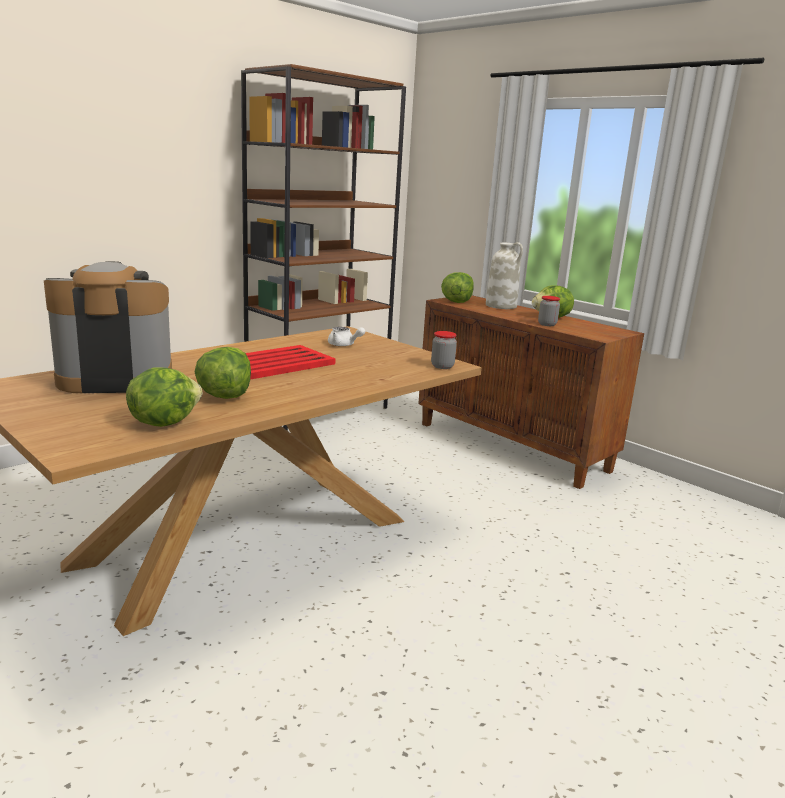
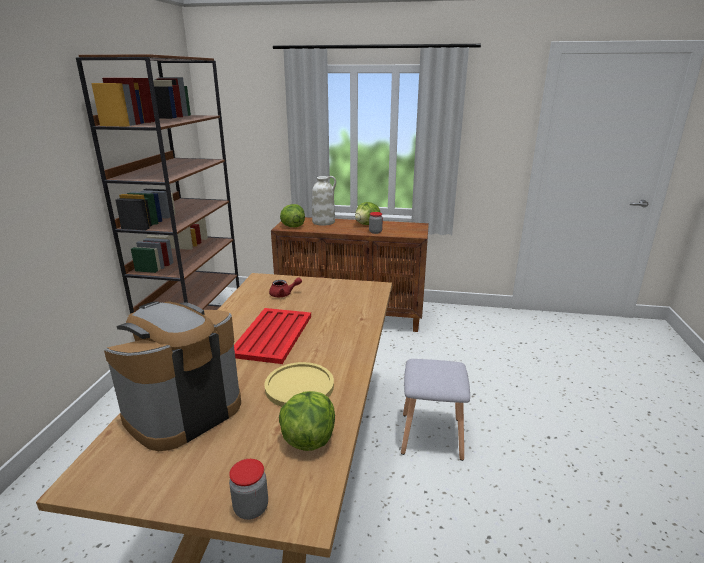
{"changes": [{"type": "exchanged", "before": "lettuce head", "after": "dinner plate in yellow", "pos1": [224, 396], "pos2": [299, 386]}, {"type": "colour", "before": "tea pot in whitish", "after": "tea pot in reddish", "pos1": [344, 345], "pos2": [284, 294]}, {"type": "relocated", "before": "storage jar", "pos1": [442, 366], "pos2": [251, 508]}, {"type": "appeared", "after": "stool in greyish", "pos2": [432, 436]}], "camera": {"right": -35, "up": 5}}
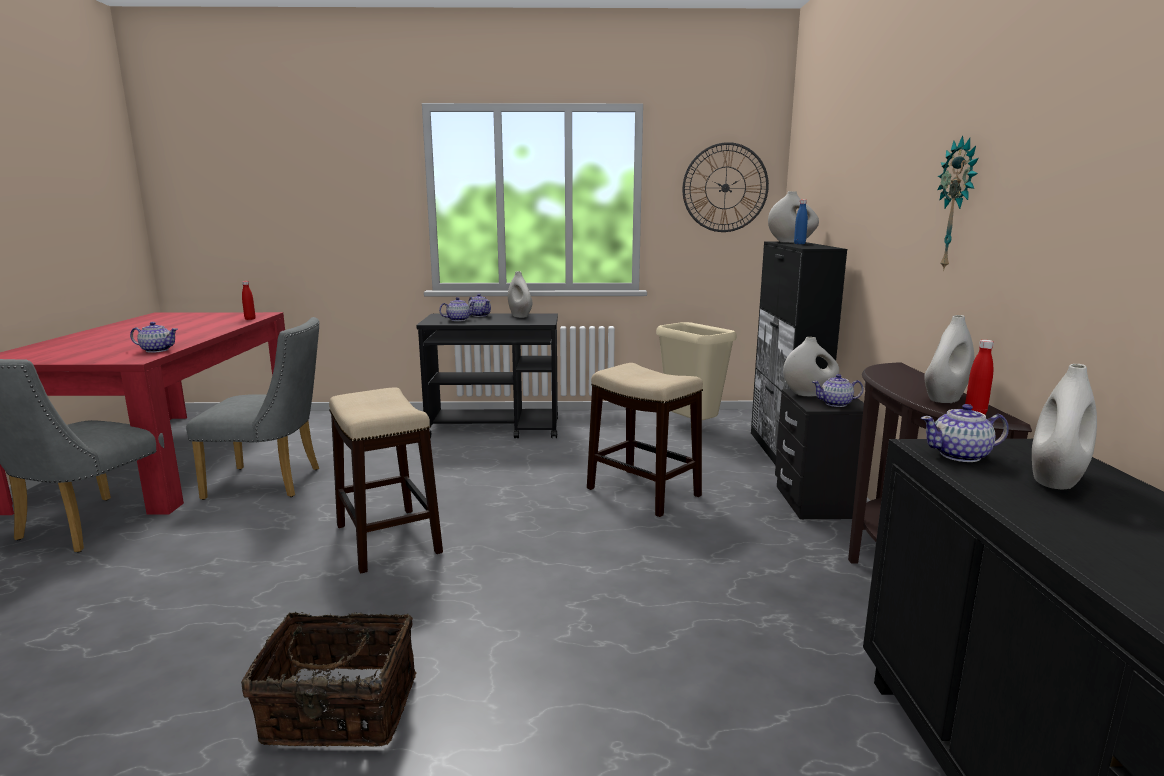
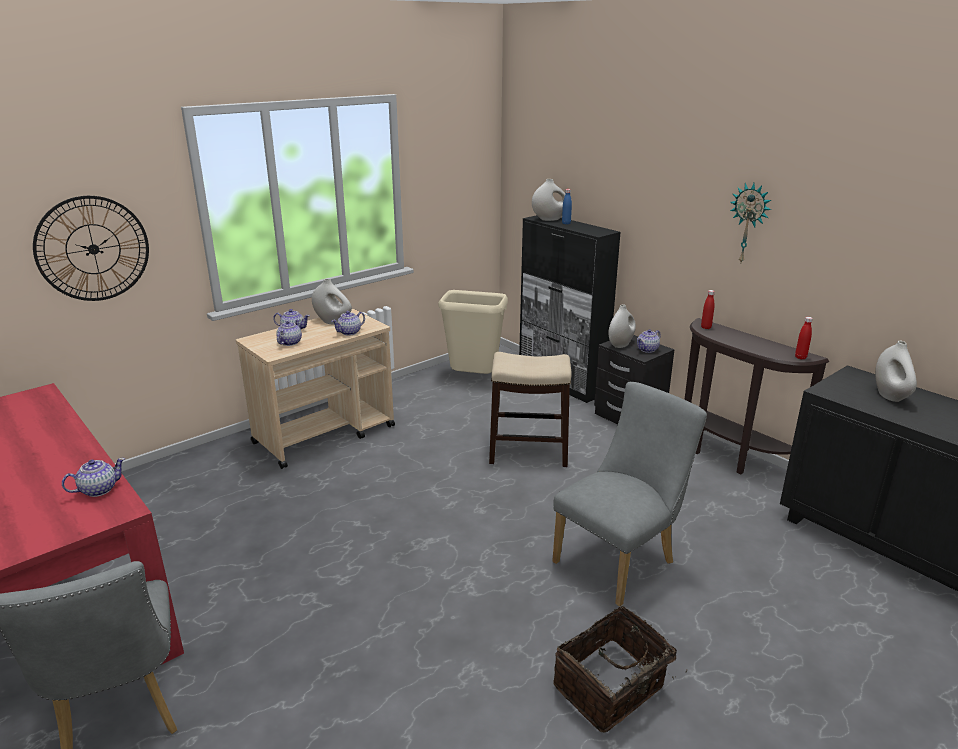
{"changes": [{"type": "relocated", "before": "upright chair in greyish", "pos1": [272, 483], "pos2": [620, 559]}, {"type": "relocated", "before": "bottle in reddish", "pos1": [250, 319], "pos2": [706, 327]}, {"type": "missing", "before": "stool", "pos1": [388, 539]}, {"type": "colour", "before": "wheeled cart in black-coloured", "after": "wheeled cart in beige-coloured", "pos1": [495, 428], "pos2": [325, 434]}, {"type": "relocated", "before": "clock on the wall", "pos1": [725, 188], "pos2": [93, 249]}, {"type": "relocated", "before": "tea pot", "pos1": [961, 455], "pos2": [350, 332]}, {"type": "missing", "before": "flower vase in whitish", "pos1": [945, 399]}], "camera": {"right": -40, "up": 10}}
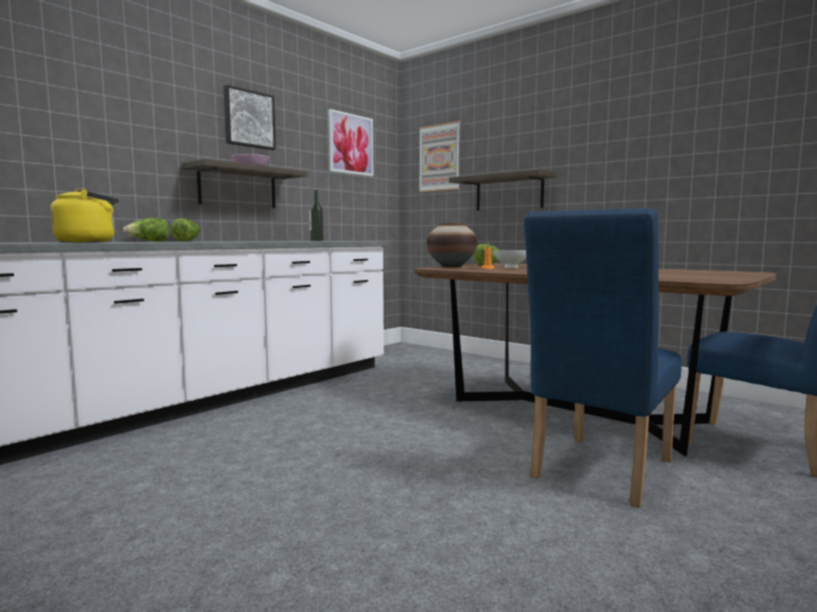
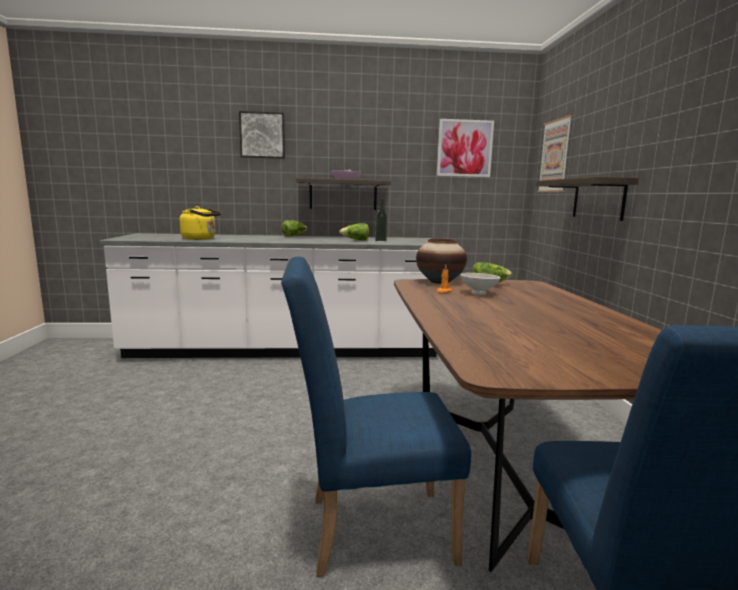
{"changes": [{"type": "relocated", "before": "lettuce head", "pos1": [149, 241], "pos2": [355, 240]}, {"type": "relocated", "before": "wall picture", "pos1": [248, 119], "pos2": [262, 135]}], "camera": {"right": 45, "up": 5}}
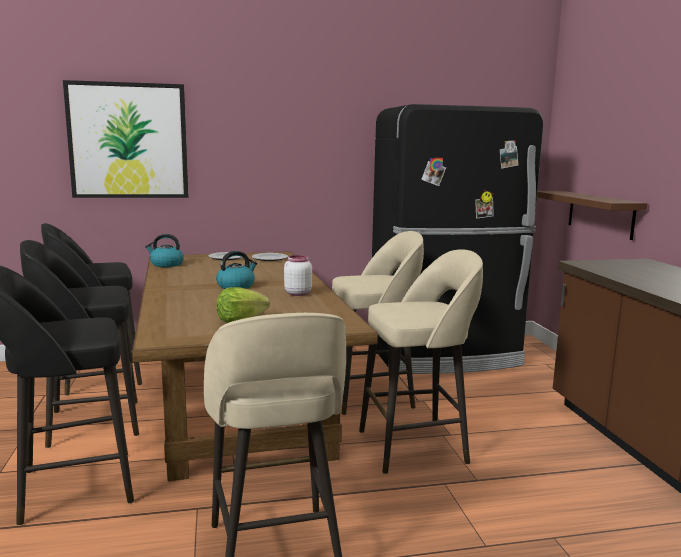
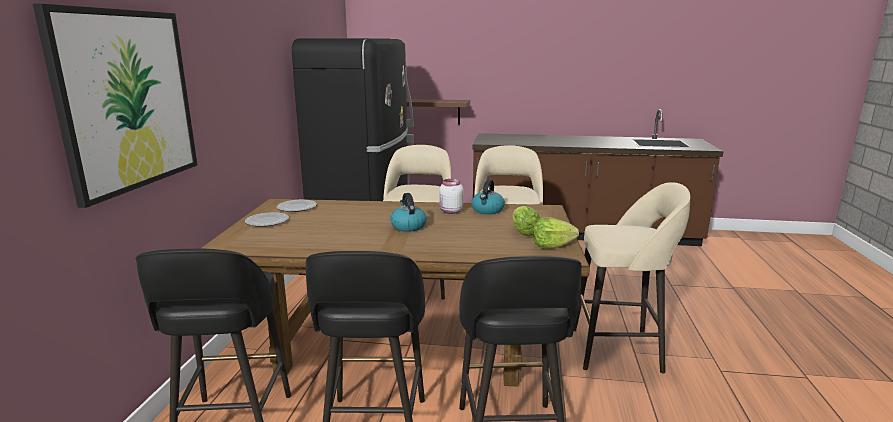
{"changes": [{"type": "relocated", "before": "kettle", "pos1": [166, 264], "pos2": [487, 210]}, {"type": "appeared", "after": "lettuce head", "pos2": [552, 246]}], "camera": {"right": -70, "up": 5}}
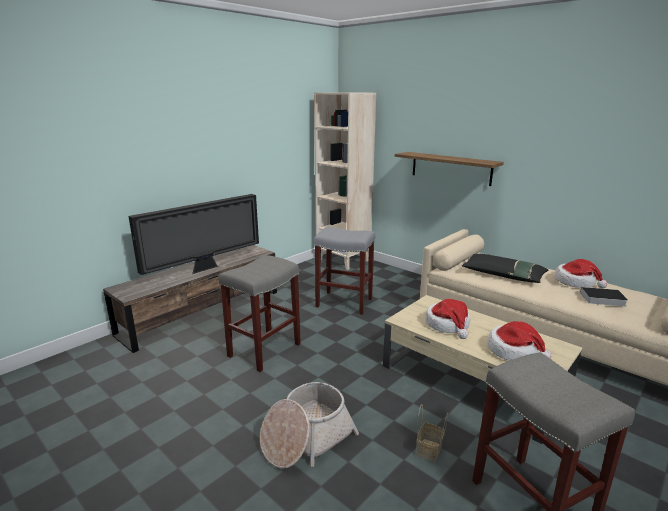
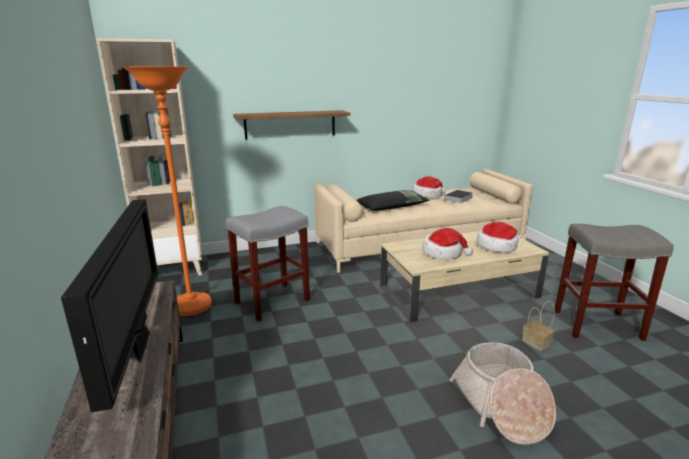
{"changes": [{"type": "missing", "before": "stool in greyish", "pos1": [265, 349]}, {"type": "appeared", "after": "floor lamp in orange-coloured", "pos2": [191, 306]}], "camera": {"right": -60, "up": 0}}
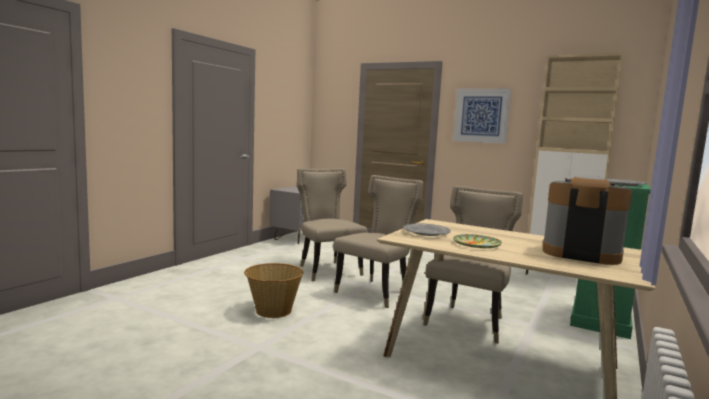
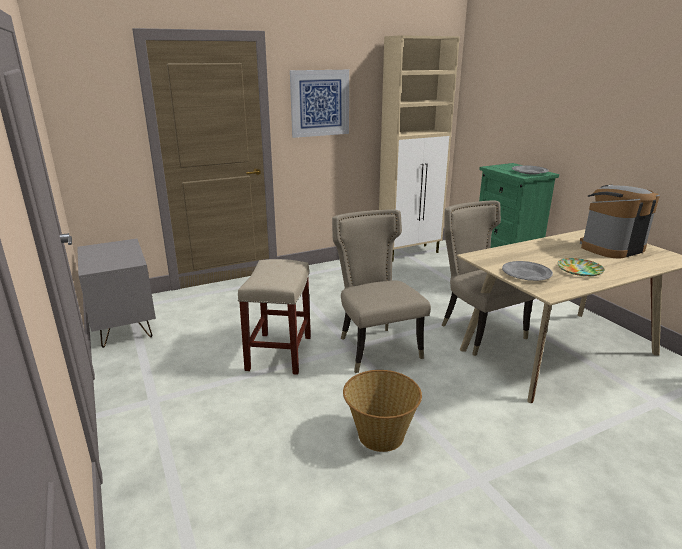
{"changes": [{"type": "exchanged", "before": "upright chair in beige-coloured", "after": "stool in beige-coloured", "pos1": [327, 270], "pos2": [279, 352]}], "camera": {"right": -55, "up": 15}}
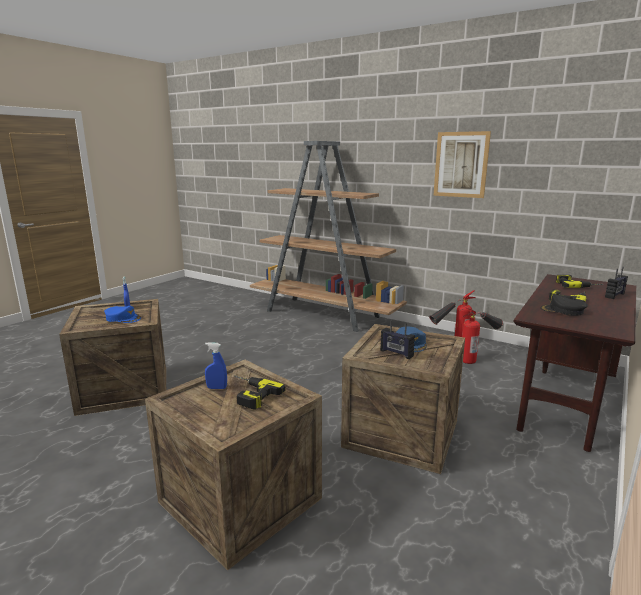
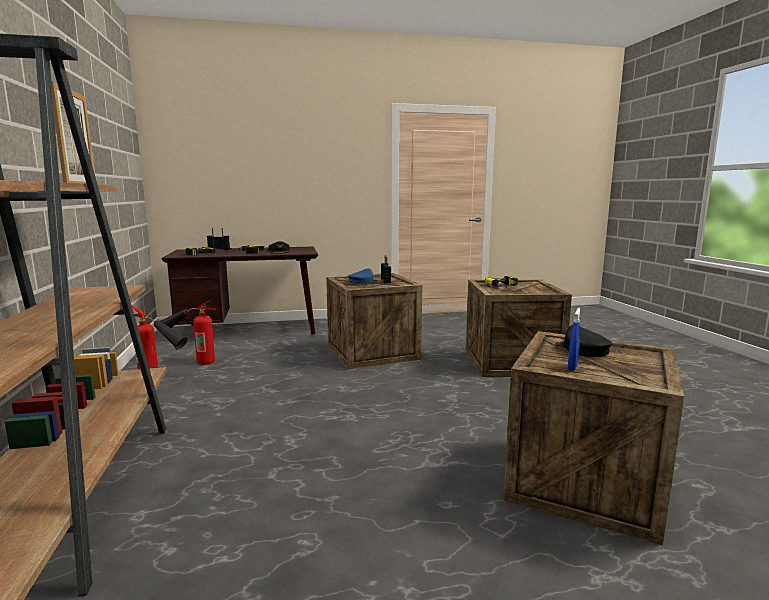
{"changes": [{"type": "colour", "before": "baseball cap in blue", "after": "baseball cap in black-coloured", "pos1": [123, 318], "pos2": [582, 349]}, {"type": "missing", "before": "sprayer in blue", "pos1": [217, 388]}], "camera": {"right": -135, "up": -5}}
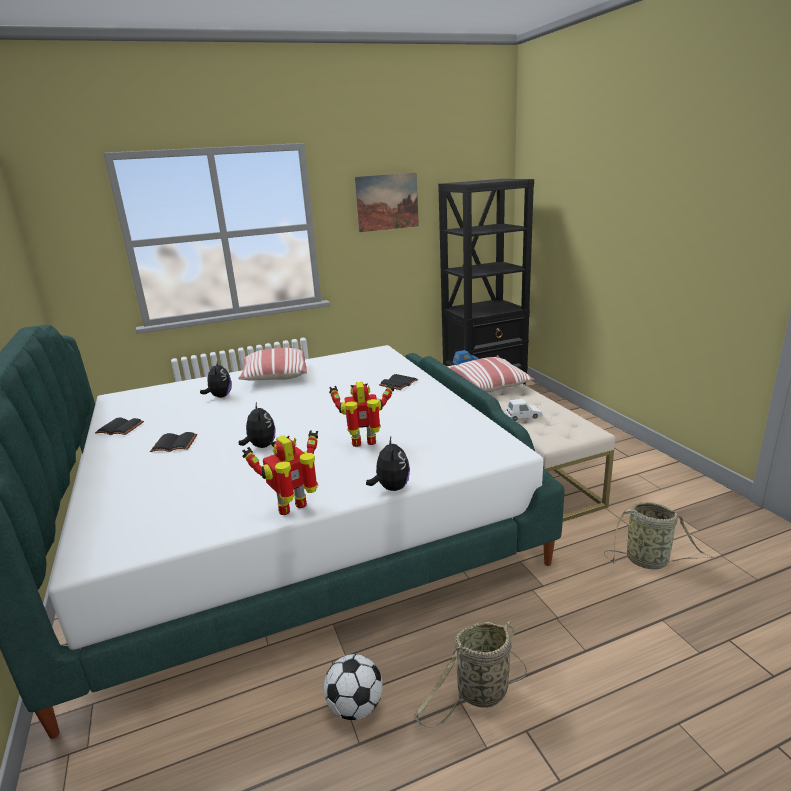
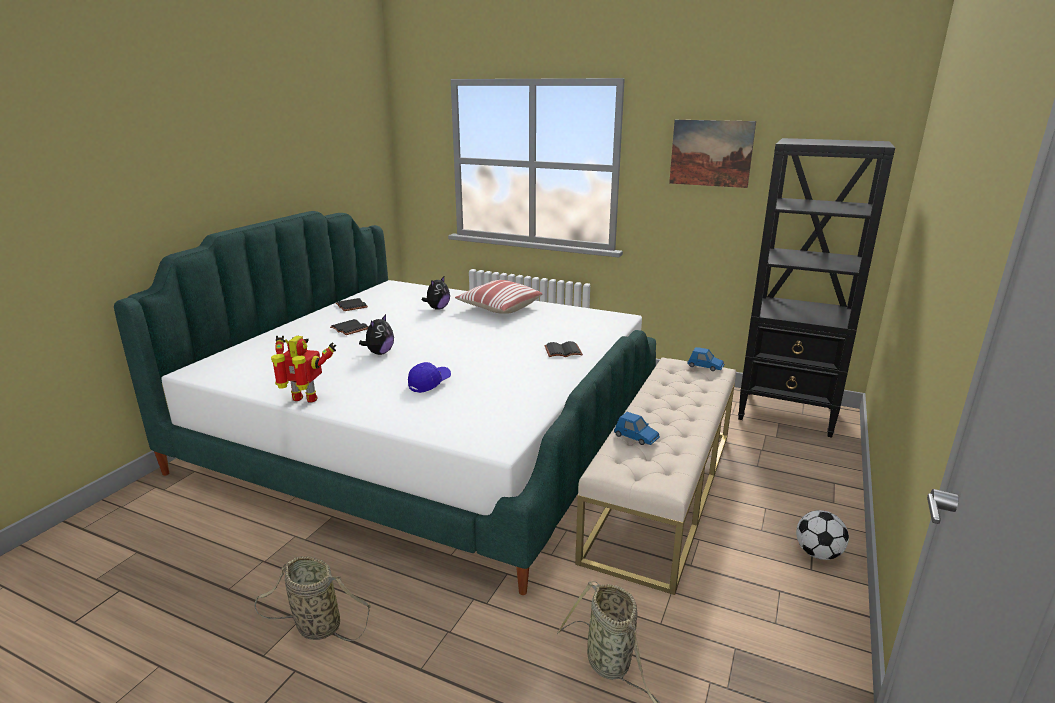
{"changes": [{"type": "relocated", "before": "ball for football", "pos1": [355, 707], "pos2": [817, 553]}, {"type": "exchanged", "before": "robot figure", "after": "baseball cap in blue", "pos1": [365, 444], "pos2": [429, 384]}, {"type": "missing", "before": "soft toy", "pos1": [391, 488]}, {"type": "missing", "before": "cushion", "pos1": [490, 385]}, {"type": "colour", "before": "miniature car in whitish", "after": "miniature car in blue", "pos1": [523, 416], "pos2": [636, 437]}], "camera": {"right": 45, "up": 0}}
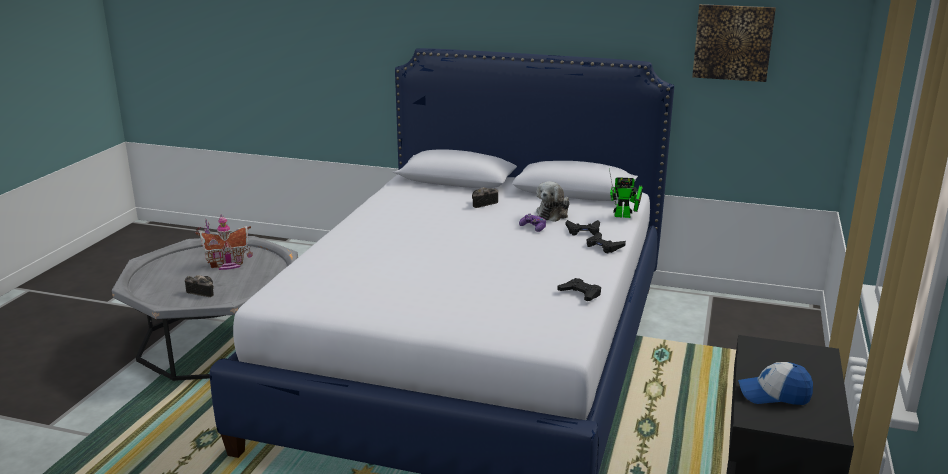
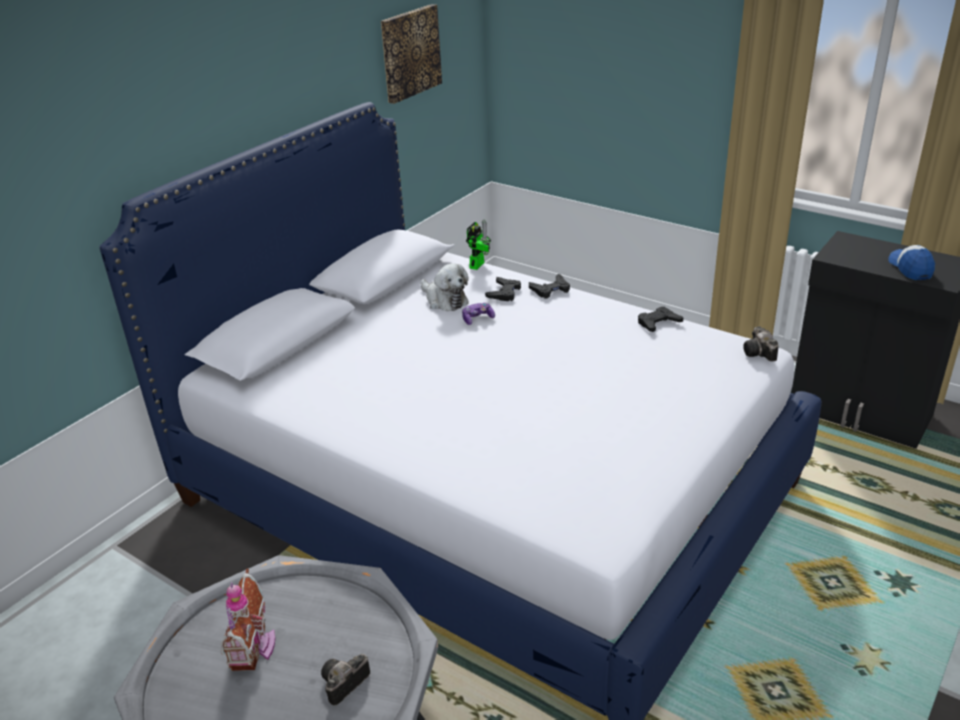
{"changes": [{"type": "relocated", "before": "still camera", "pos1": [482, 204], "pos2": [760, 353]}, {"type": "spun", "before": "baseball cap", "pos1": [774, 394], "pos2": [910, 268], "turn": 150}], "camera": {"right": -70, "up": 10}}
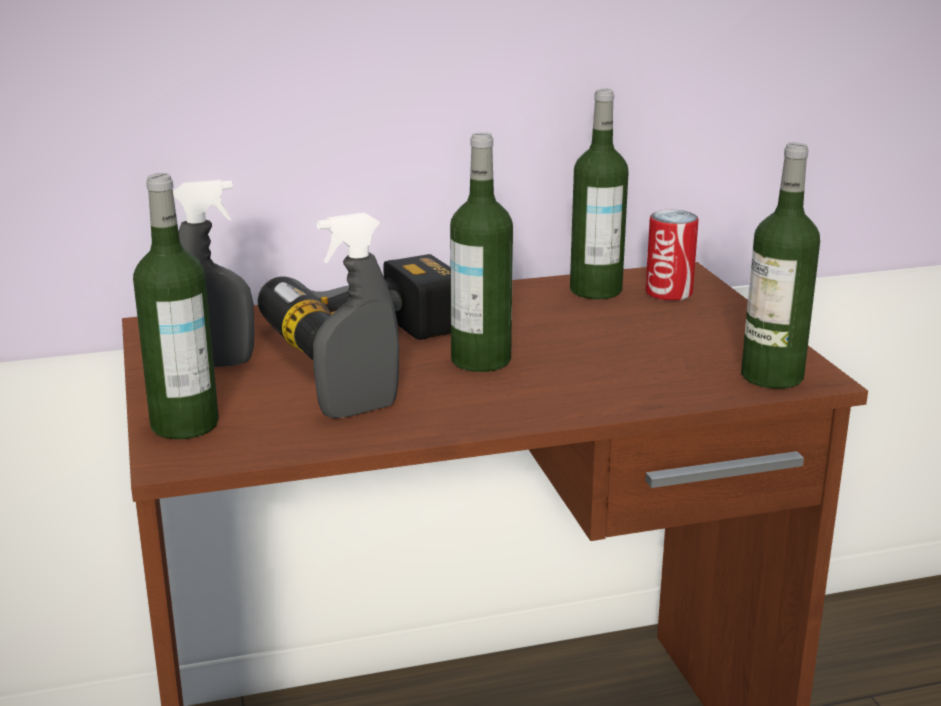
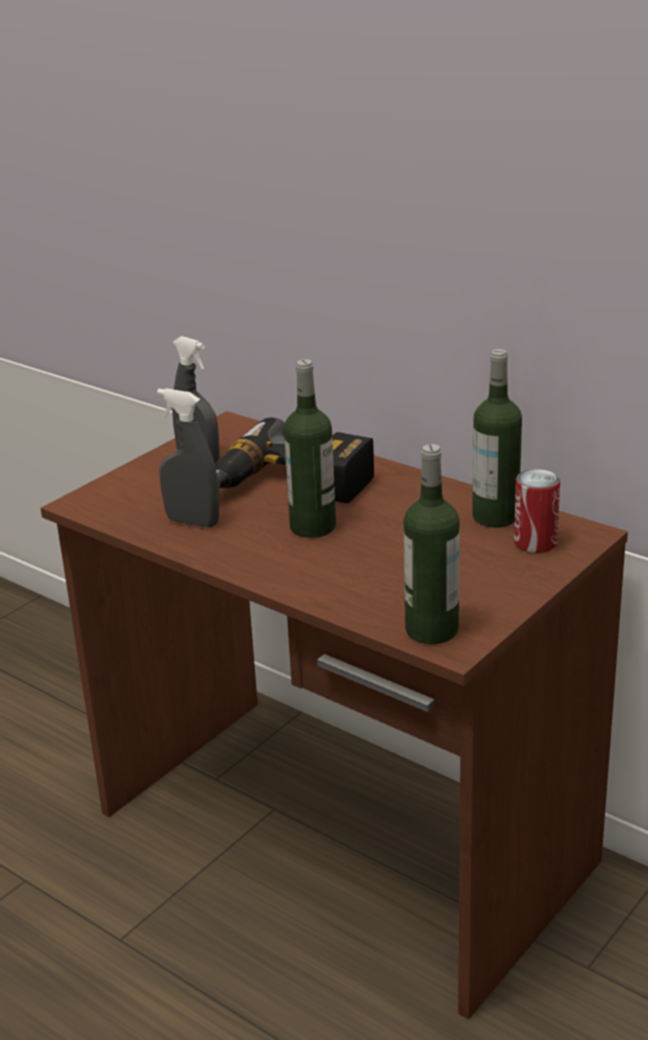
{"changes": [{"type": "missing", "before": "bottle", "pos1": [184, 424]}], "camera": {"right": 55, "up": 5}}
